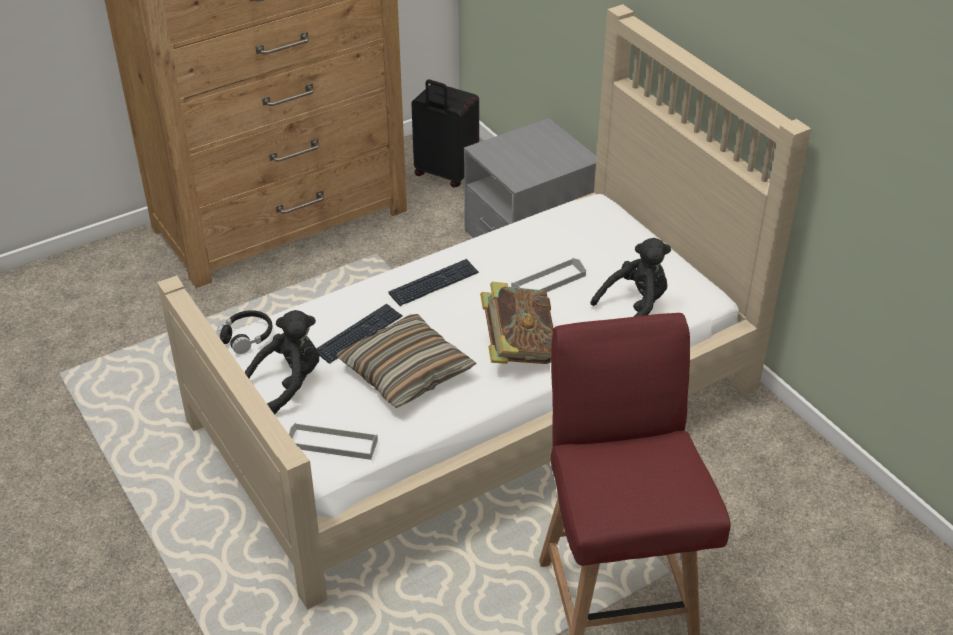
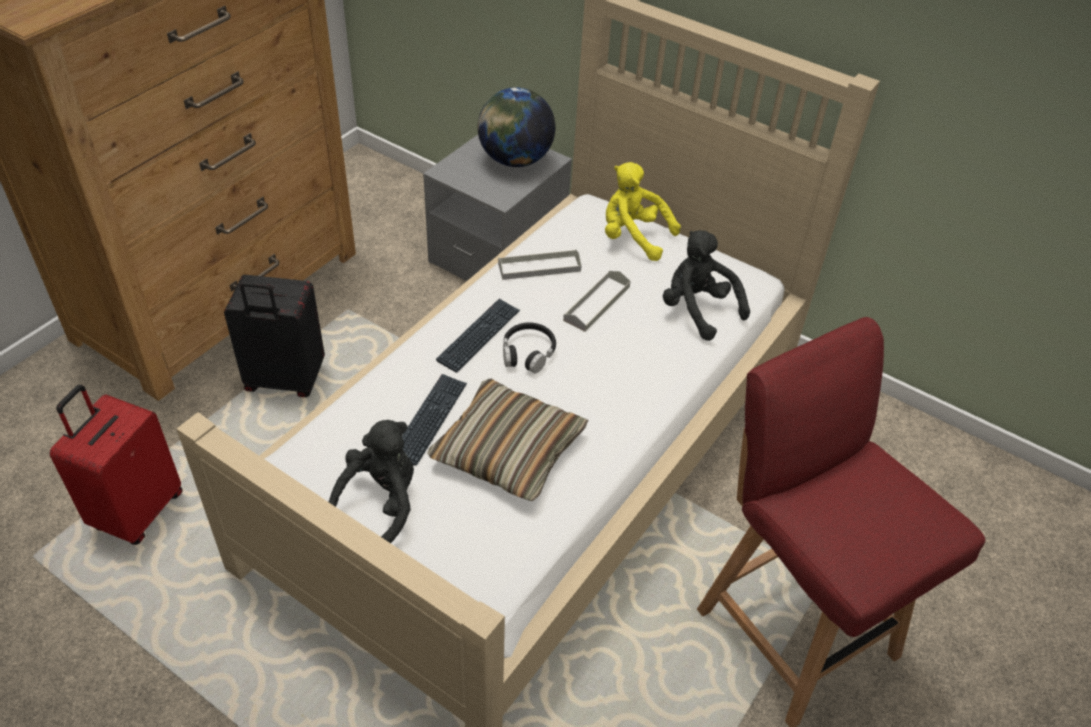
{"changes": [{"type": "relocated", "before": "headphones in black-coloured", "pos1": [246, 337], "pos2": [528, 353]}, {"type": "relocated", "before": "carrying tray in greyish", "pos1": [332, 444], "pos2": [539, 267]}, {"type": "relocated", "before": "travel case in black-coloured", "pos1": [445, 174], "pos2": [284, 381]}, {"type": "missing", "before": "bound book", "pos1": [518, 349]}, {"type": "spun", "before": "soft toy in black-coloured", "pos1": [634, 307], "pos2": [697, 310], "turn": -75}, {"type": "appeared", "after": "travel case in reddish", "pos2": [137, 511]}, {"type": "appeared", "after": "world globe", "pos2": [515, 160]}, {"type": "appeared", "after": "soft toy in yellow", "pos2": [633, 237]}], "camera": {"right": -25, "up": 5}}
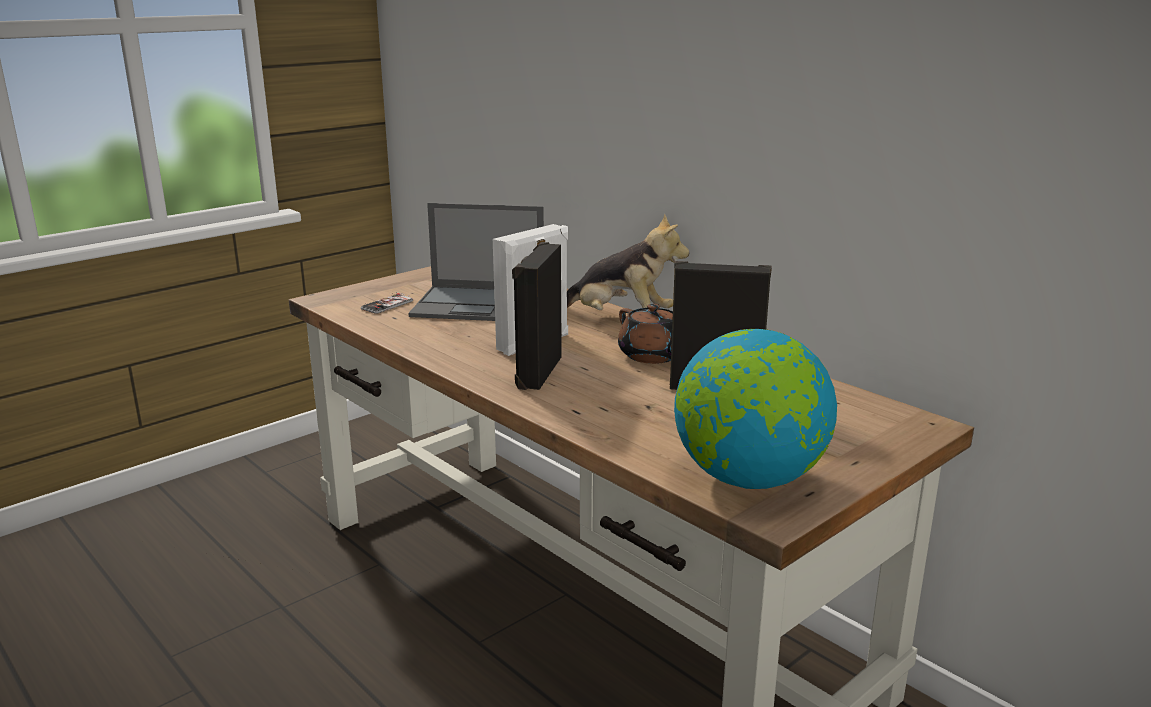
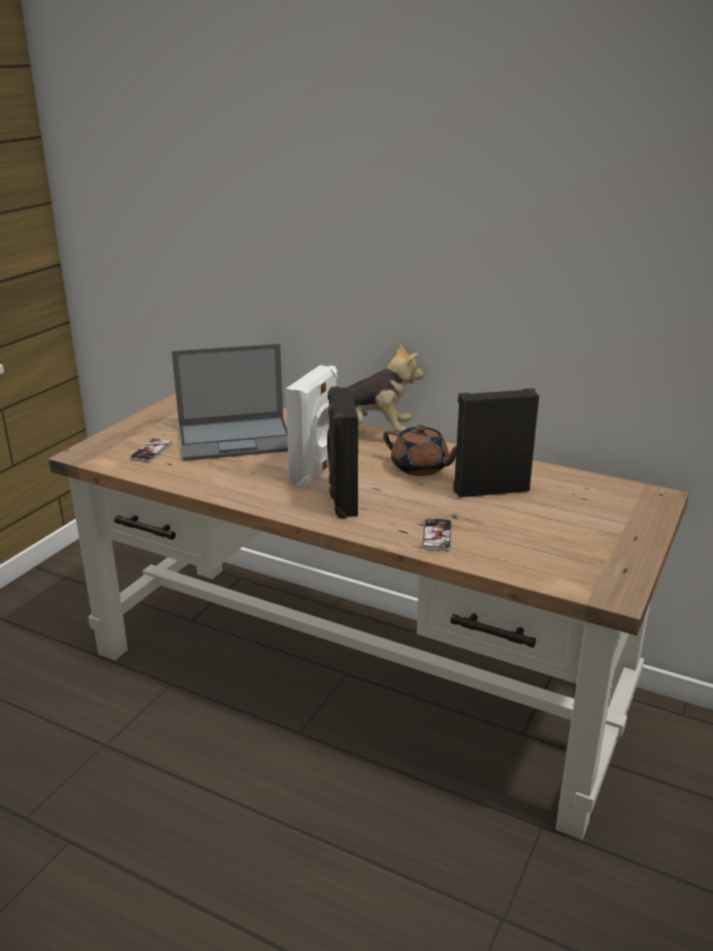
{"changes": [{"type": "missing", "before": "world globe", "pos1": [748, 478]}, {"type": "appeared", "after": "phone", "pos2": [437, 535]}], "camera": {"right": -20, "up": 5}}
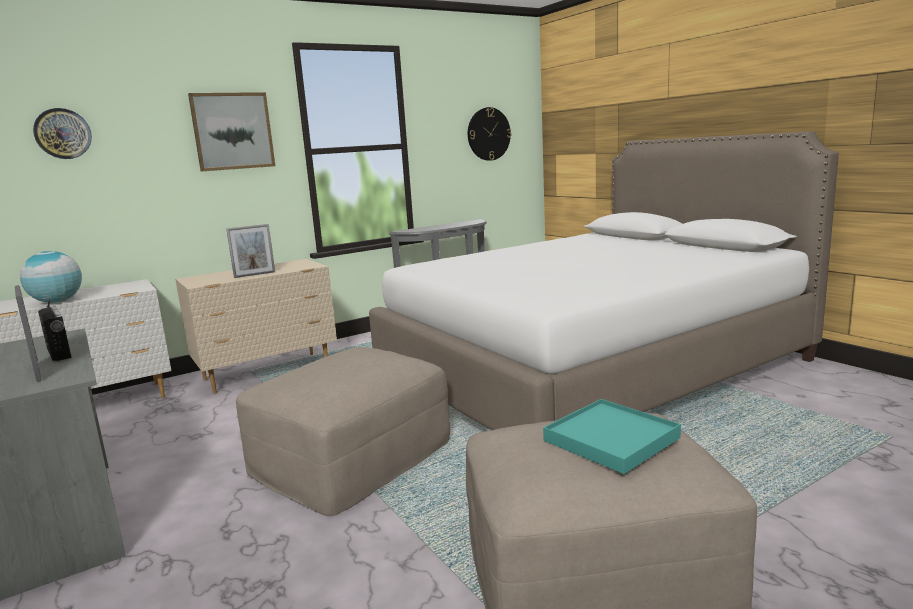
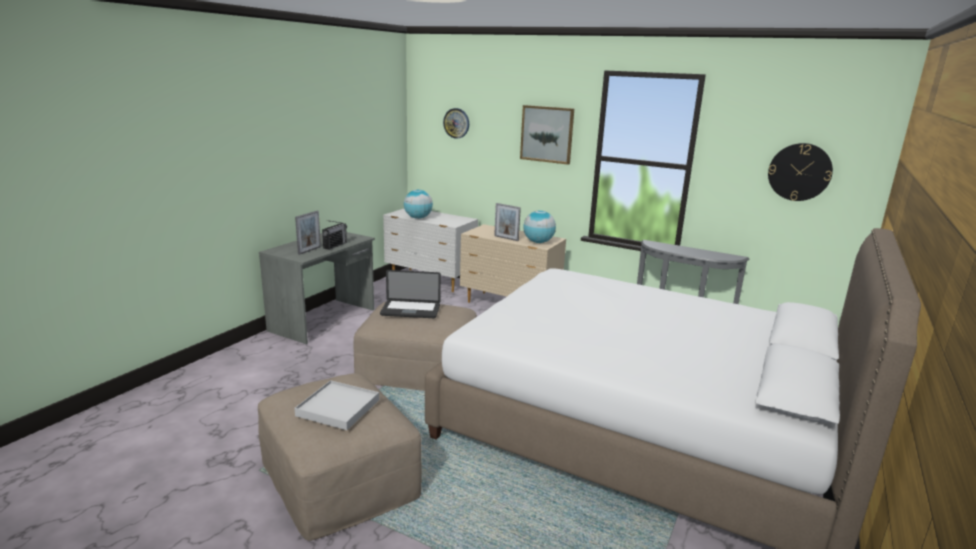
{"changes": [{"type": "colour", "before": "carrying tray in turquoise", "after": "carrying tray in whitish", "pos1": [611, 439], "pos2": [338, 408]}, {"type": "appeared", "after": "notebook computer", "pos2": [410, 310]}, {"type": "appeared", "after": "world globe", "pos2": [538, 242]}], "camera": {"right": 60, "up": 5}}
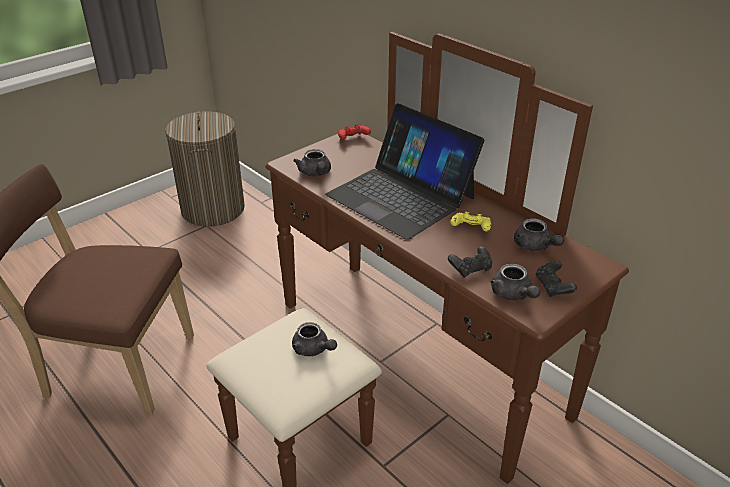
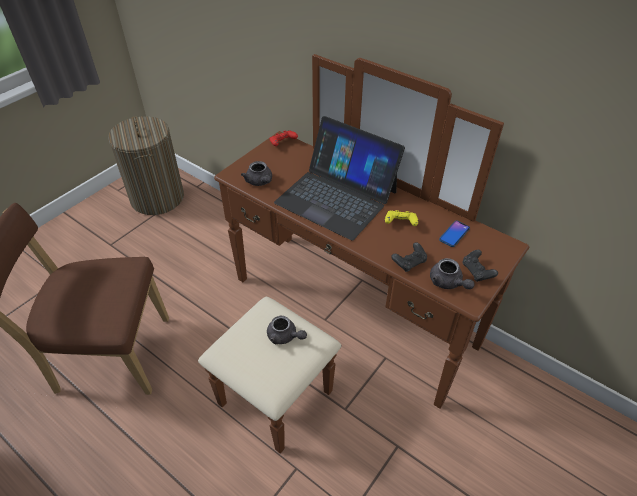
{"changes": [{"type": "exchanged", "before": "tea pot in greyish", "after": "phone", "pos1": [535, 246], "pos2": [454, 234]}], "camera": {"right": -10, "up": 10}}
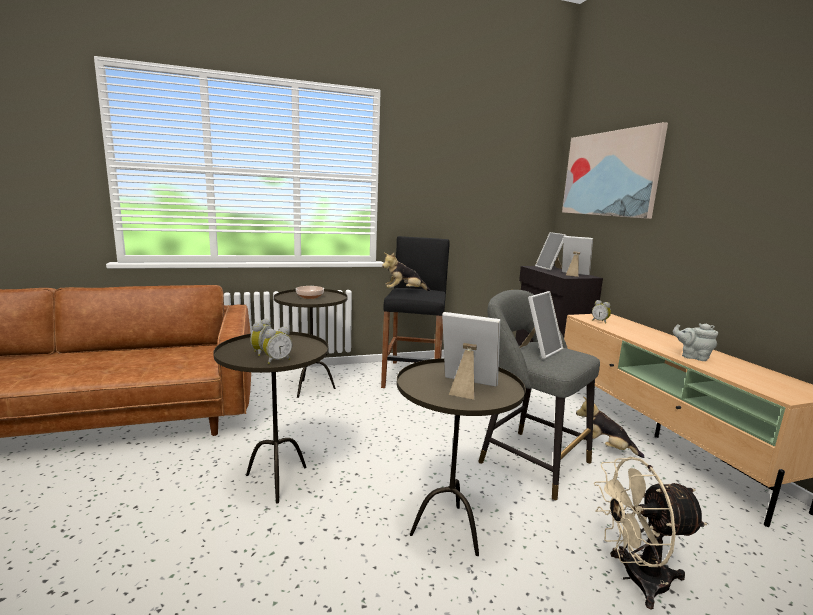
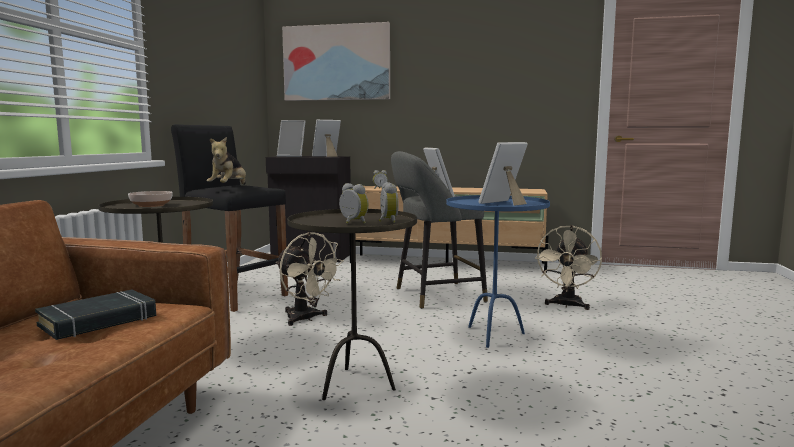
{"changes": [{"type": "colour", "before": "side table in brown", "after": "side table in blue", "pos1": [448, 531], "pos2": [493, 335]}, {"type": "missing", "before": "soft toy", "pos1": [604, 448]}, {"type": "missing", "before": "tea pot in greyish", "pos1": [692, 357]}, {"type": "appeared", "after": "bound book in black-coloured", "pos2": [99, 321]}, {"type": "appeared", "after": "electric fan in beige-coloured", "pos2": [306, 319]}], "camera": {"right": -60, "up": -5}}
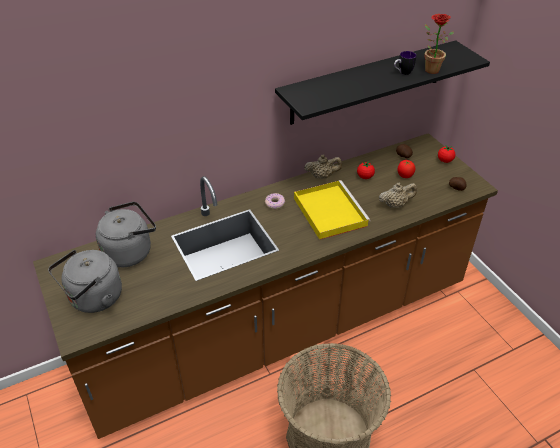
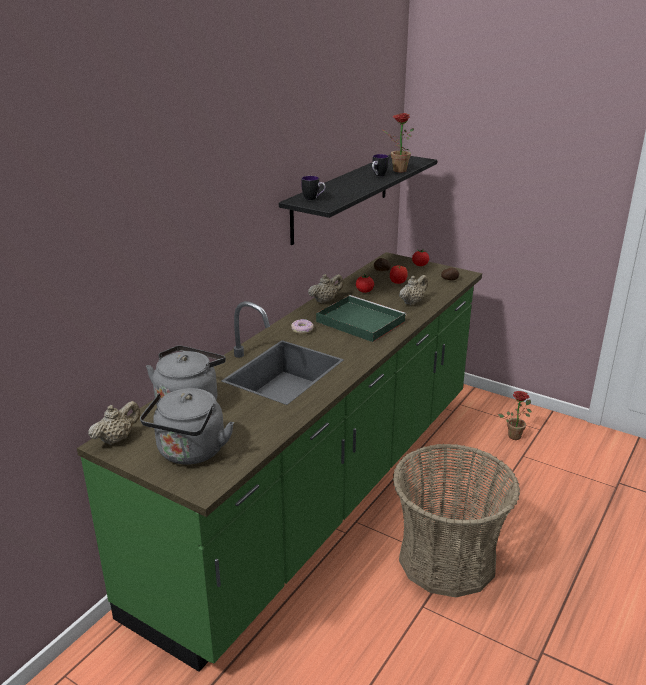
{"changes": [{"type": "colour", "before": "counter in brown", "after": "counter in green-coloured", "pos1": [280, 329], "pos2": [322, 492]}, {"type": "colour", "before": "carrying tray in yellow", "after": "carrying tray in green-coloured", "pos1": [329, 211], "pos2": [359, 321]}, {"type": "appeared", "after": "tea pot in beige-coloured", "pos2": [117, 439]}, {"type": "appeared", "after": "coffee mug", "pos2": [313, 199]}, {"type": "appeared", "after": "potted plant", "pos2": [515, 435]}], "camera": {"right": -30, "up": -15}}
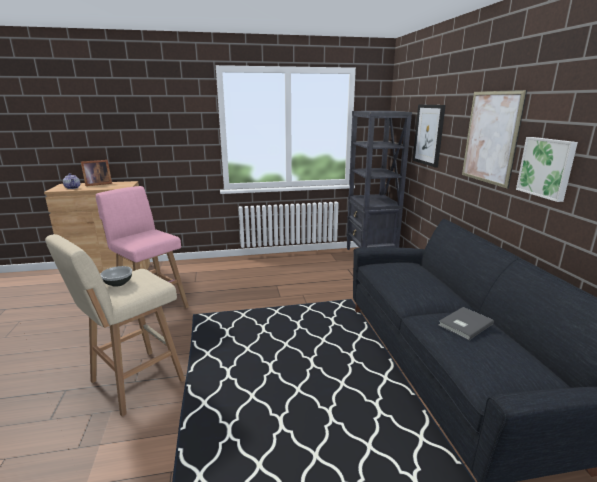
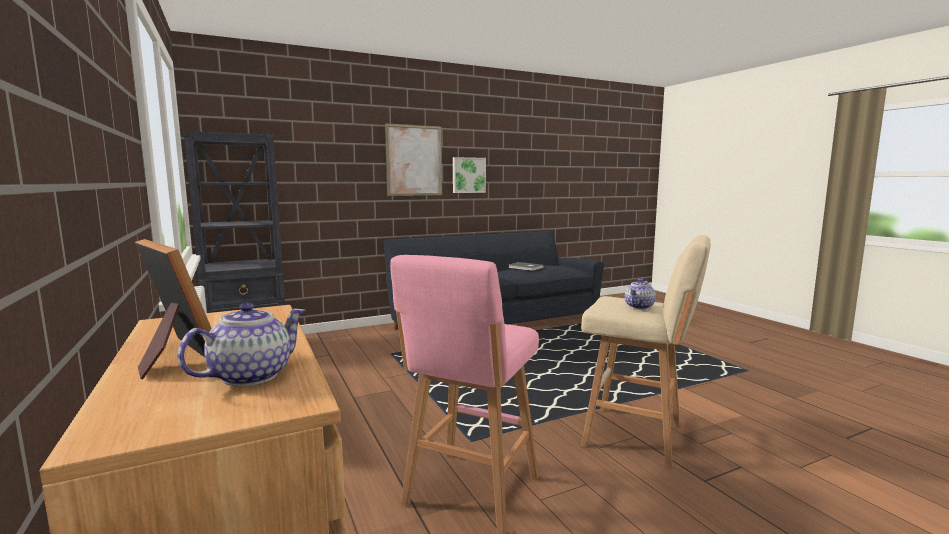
{"changes": [{"type": "exchanged", "before": "serving bowl", "after": "tea pot", "pos1": [118, 283], "pos2": [639, 306]}, {"type": "missing", "before": "wall picture", "pos1": [429, 135]}], "camera": {"right": -105, "up": -10}}
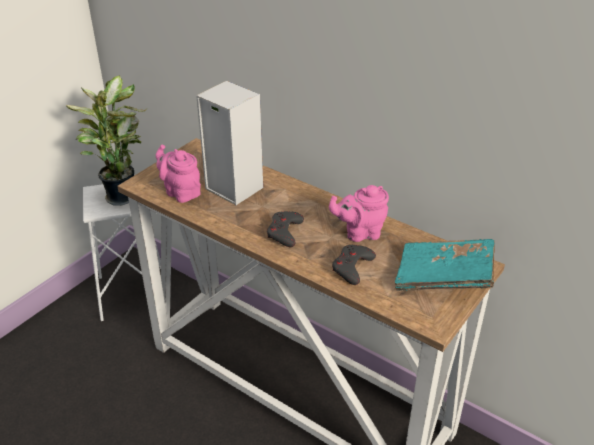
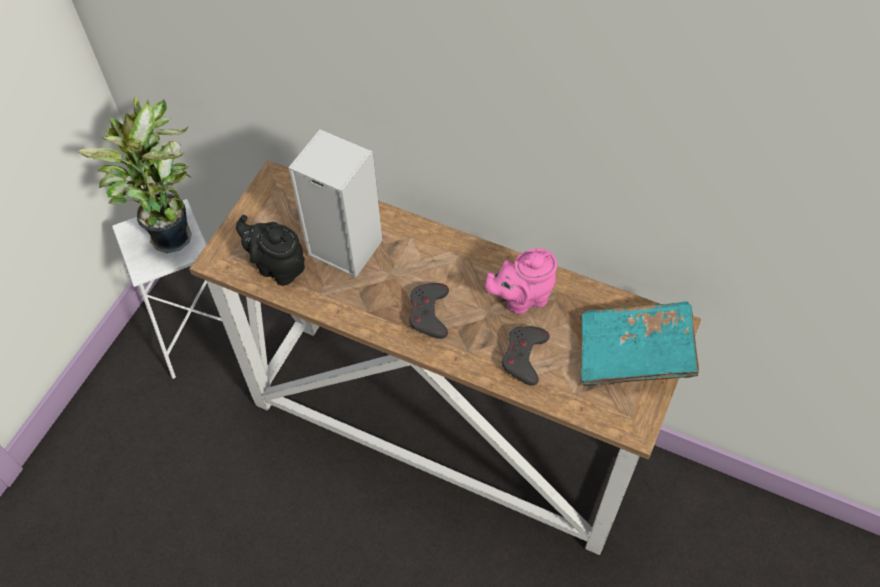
{"changes": [{"type": "colour", "before": "tea pot in pinkish", "after": "tea pot in black-coloured", "pos1": [181, 192], "pos2": [278, 267]}], "camera": {"right": -10, "up": 20}}
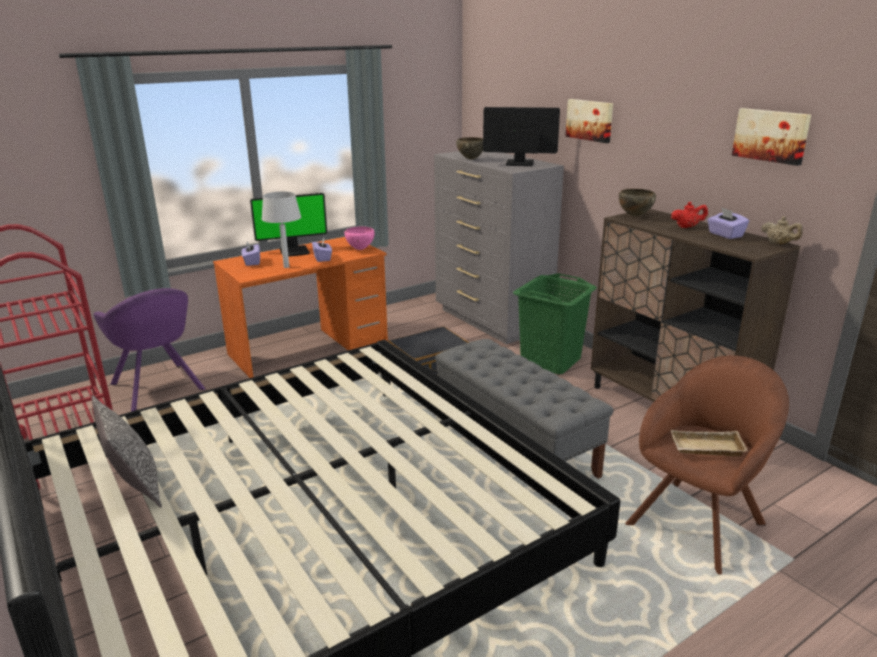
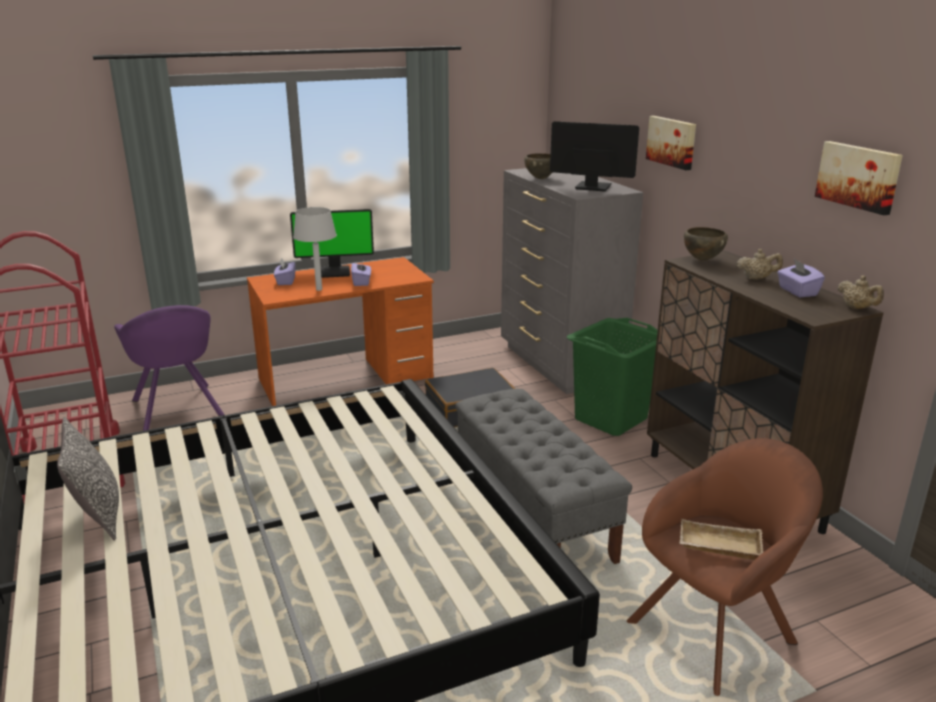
{"changes": [{"type": "missing", "before": "serving bowl in pinkish", "pos1": [360, 249]}, {"type": "colour", "before": "tea pot in reddish", "after": "tea pot in beige-coloured", "pos1": [687, 227], "pos2": [757, 278]}], "camera": {"right": 10, "up": 0}}
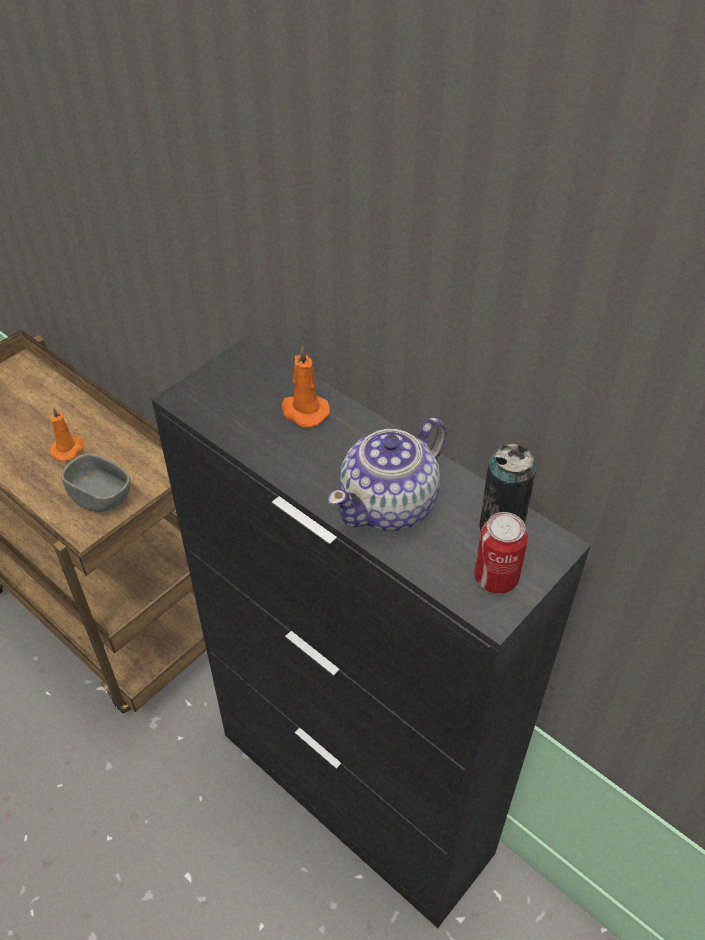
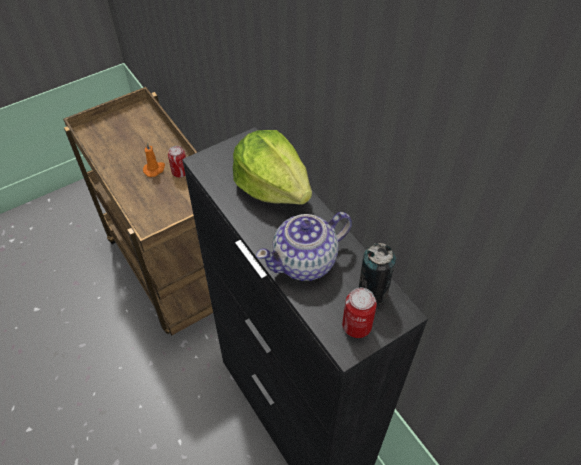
{"changes": [{"type": "missing", "before": "serving bowl in greyish", "pos1": [101, 496]}, {"type": "exchanged", "before": "wax candle in orange-coloured", "after": "lettuce head", "pos1": [303, 411], "pos2": [272, 186]}, {"type": "appeared", "after": "sealed can", "pos2": [180, 172]}], "camera": {"right": 15, "up": 5}}
